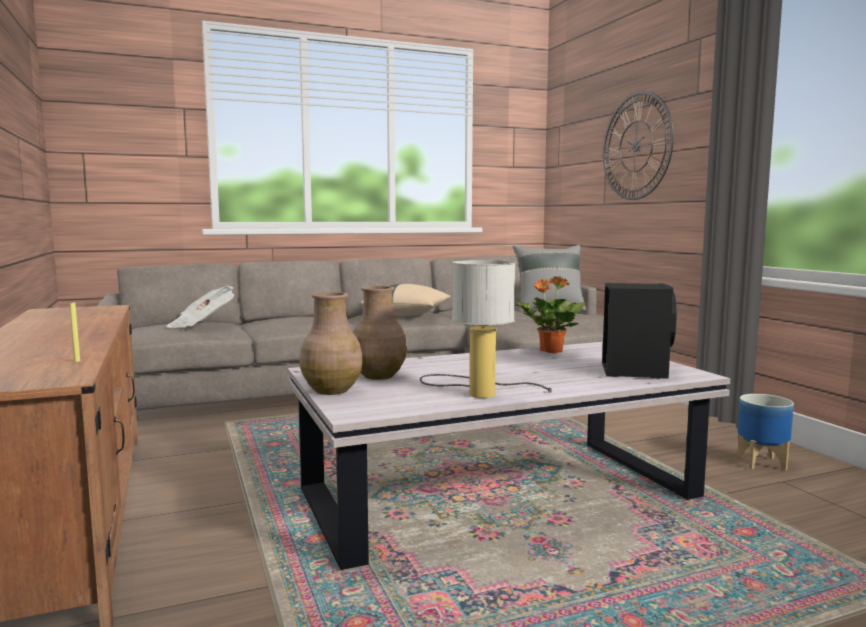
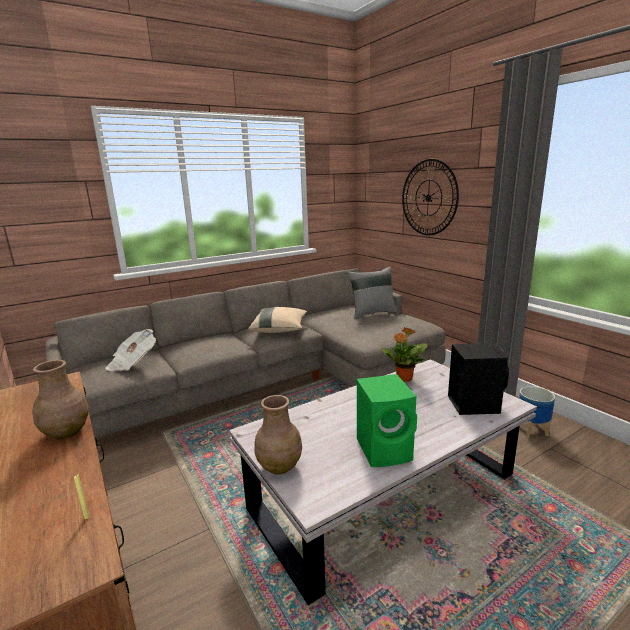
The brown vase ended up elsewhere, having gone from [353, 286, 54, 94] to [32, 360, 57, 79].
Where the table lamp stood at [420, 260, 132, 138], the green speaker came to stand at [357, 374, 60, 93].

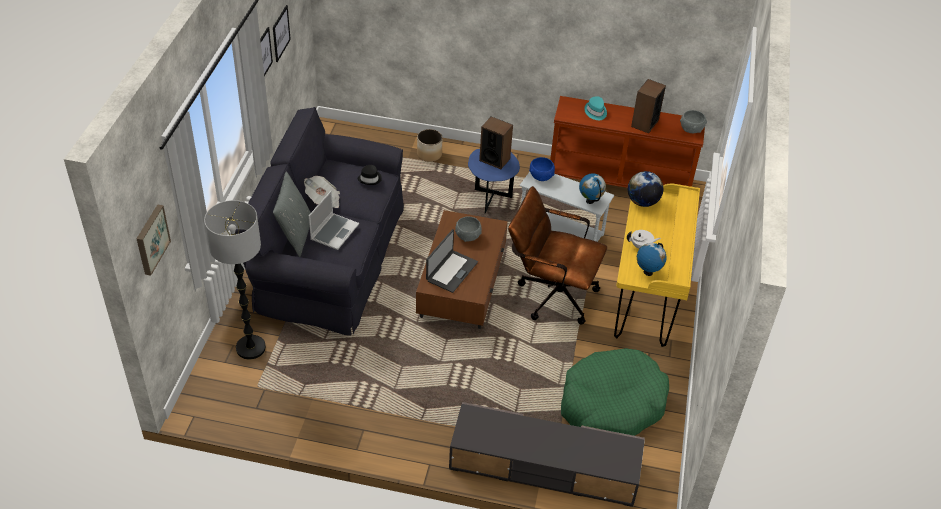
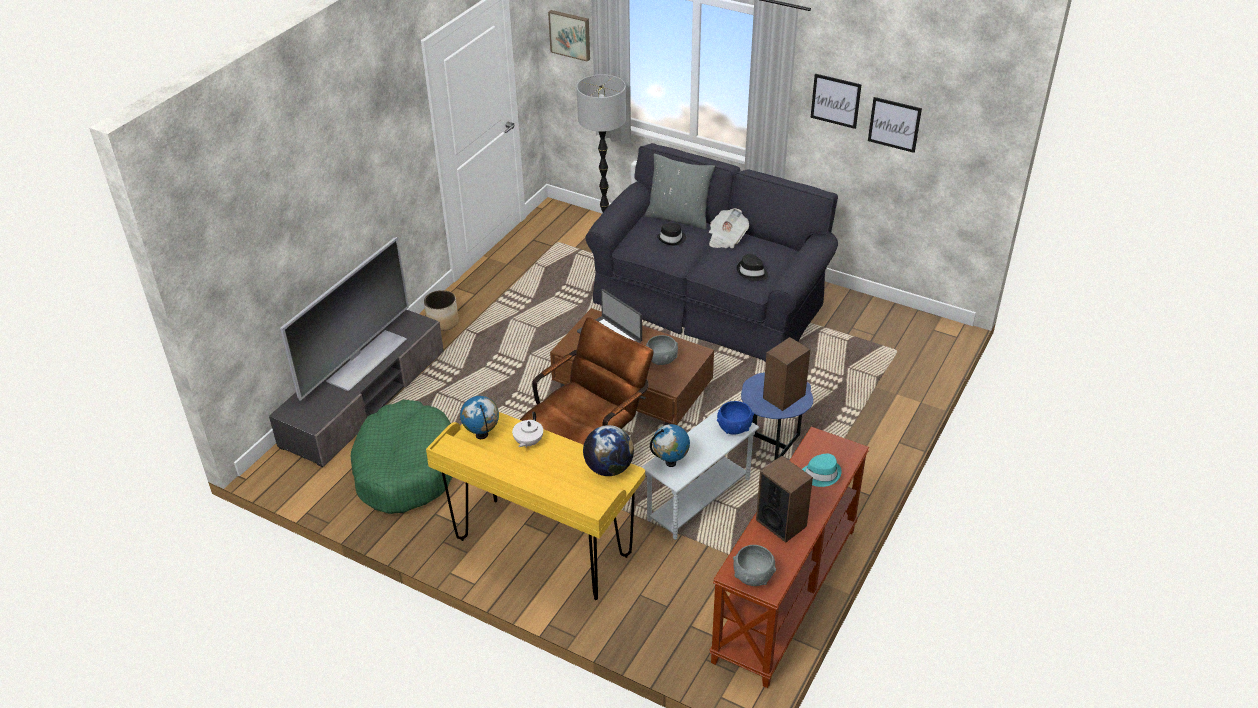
Where the laptop stood at [309, 190, 50, 60], the black hat came to stand at [657, 223, 29, 22].
The planter ended up elsewhere, having gone from [417, 129, 25, 33] to [424, 290, 35, 41].
The second view gained the television at [280, 237, 129, 164].

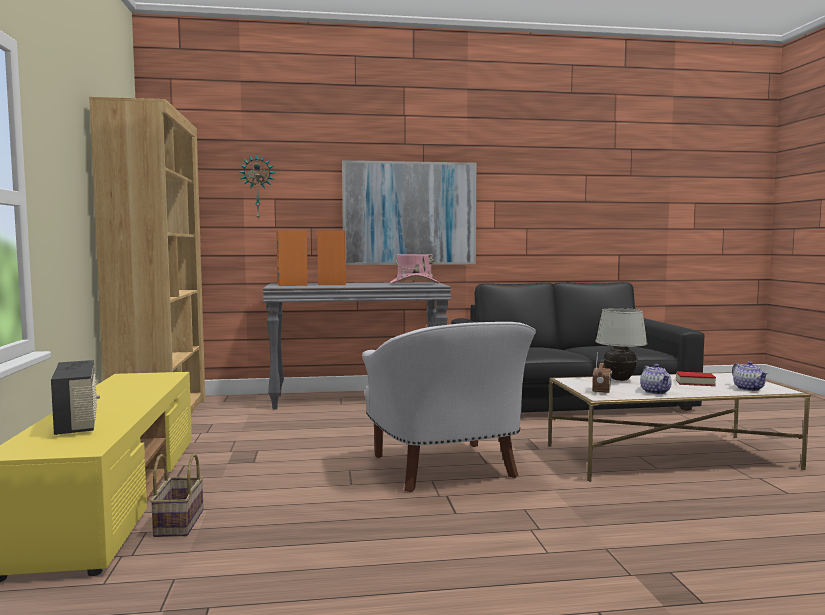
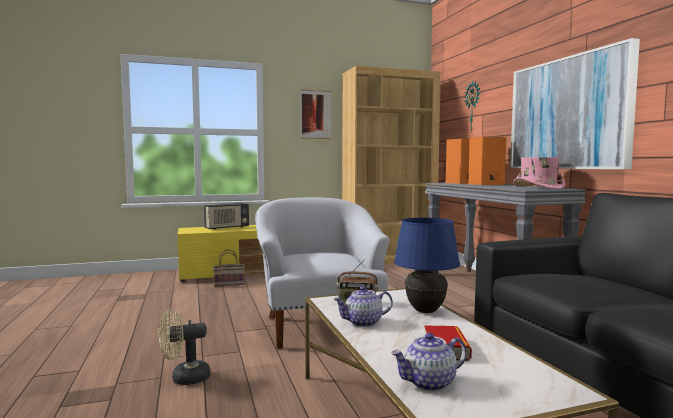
The white armchair at [362, 322, 174, 170] ended up facing another way, 105 degrees clockwise from before.
What was the white table lamp at [595, 308, 53, 73] turned into the blue table lamp at [394, 218, 66, 95].
The second view gained the beige fan at [158, 310, 52, 75].
The second view gained the picture at [300, 90, 31, 49].

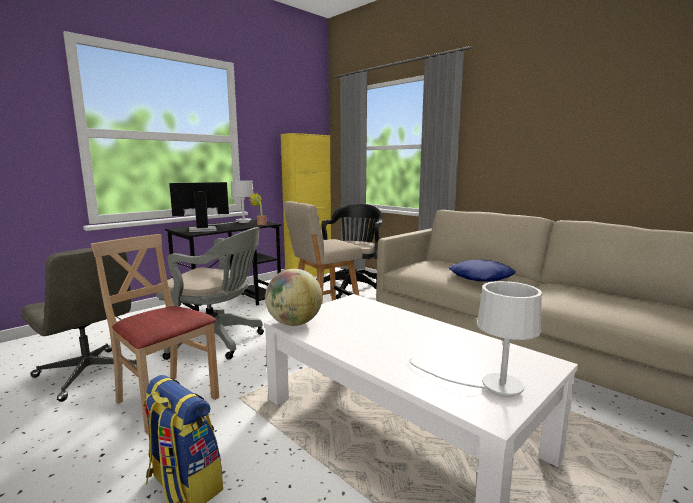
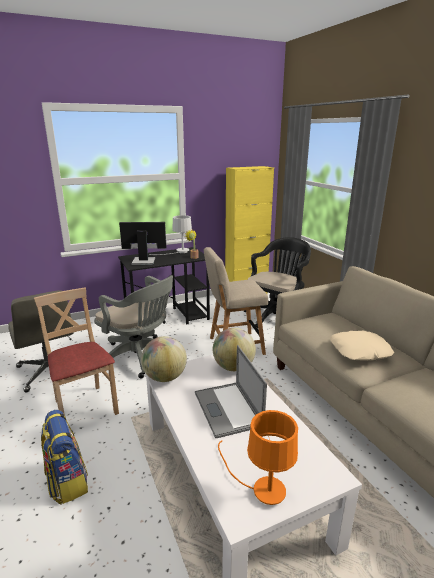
What was the white table lamp at [409, 281, 133, 116] turned into the orange table lamp at [218, 410, 80, 95].
What was the blue pillow at [449, 260, 67, 22] turned into the beige pillow at [331, 331, 63, 30].
The second view gained the laptop at [195, 345, 72, 93].
The second view gained the globe at [213, 328, 43, 43].

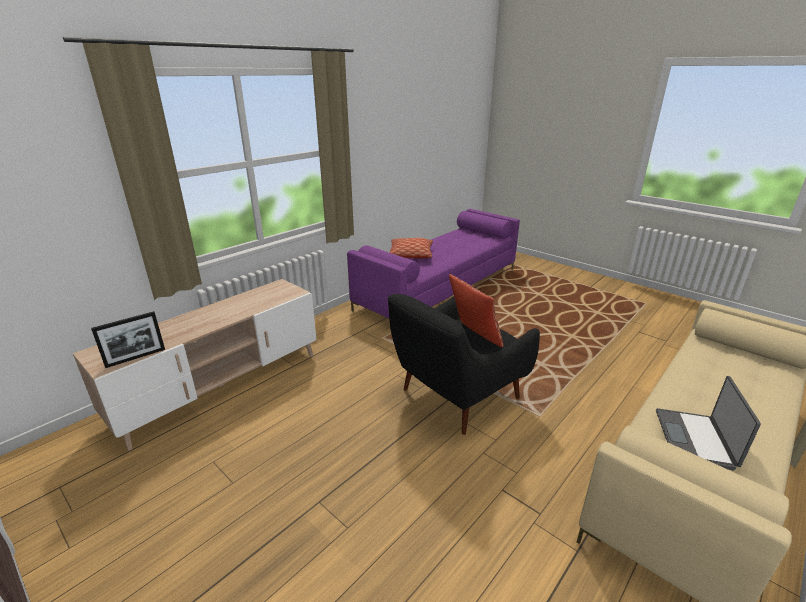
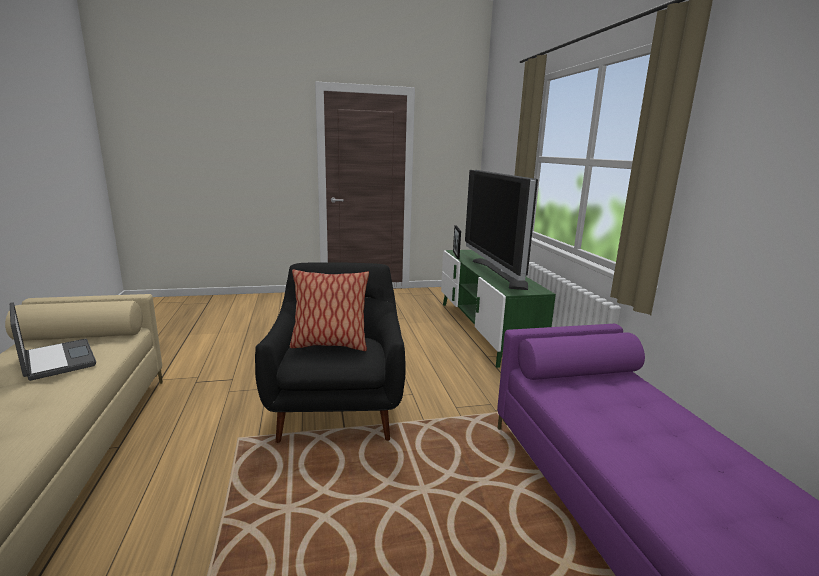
What was the beige tv stand at [73, 279, 243, 172] turned into the green tv stand at [441, 250, 115, 118].
The second view lost the pillow at [389, 238, 44, 20].
The second view gained the television at [465, 170, 73, 120].

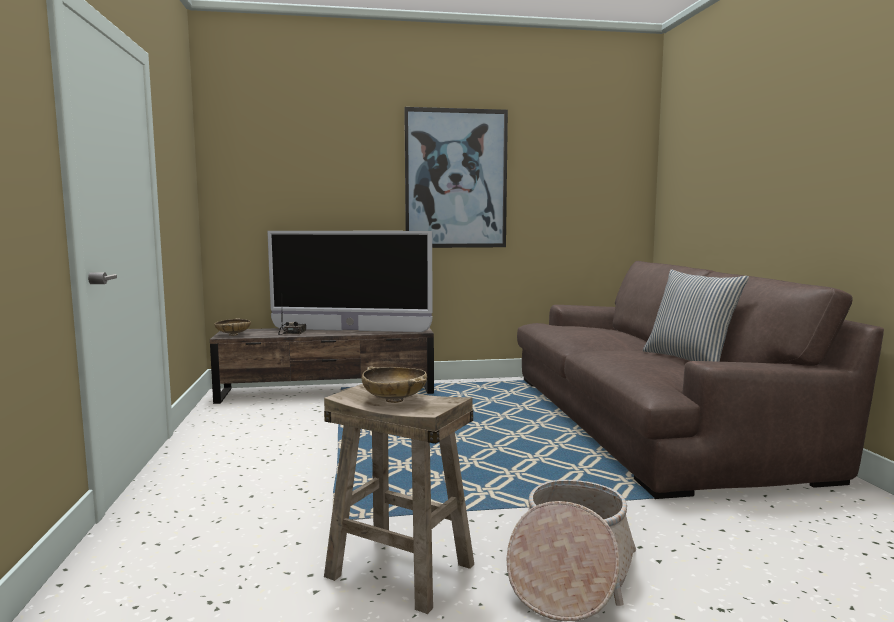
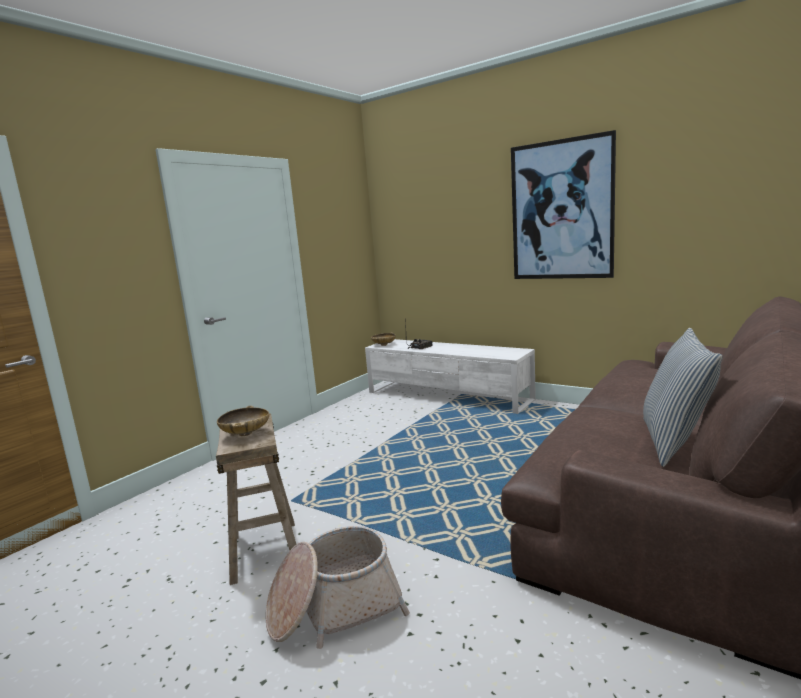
What was the brown tv stand at [210, 327, 224, 77] turned into the white tv stand at [365, 339, 171, 75].
The second view lost the television at [267, 231, 166, 101].

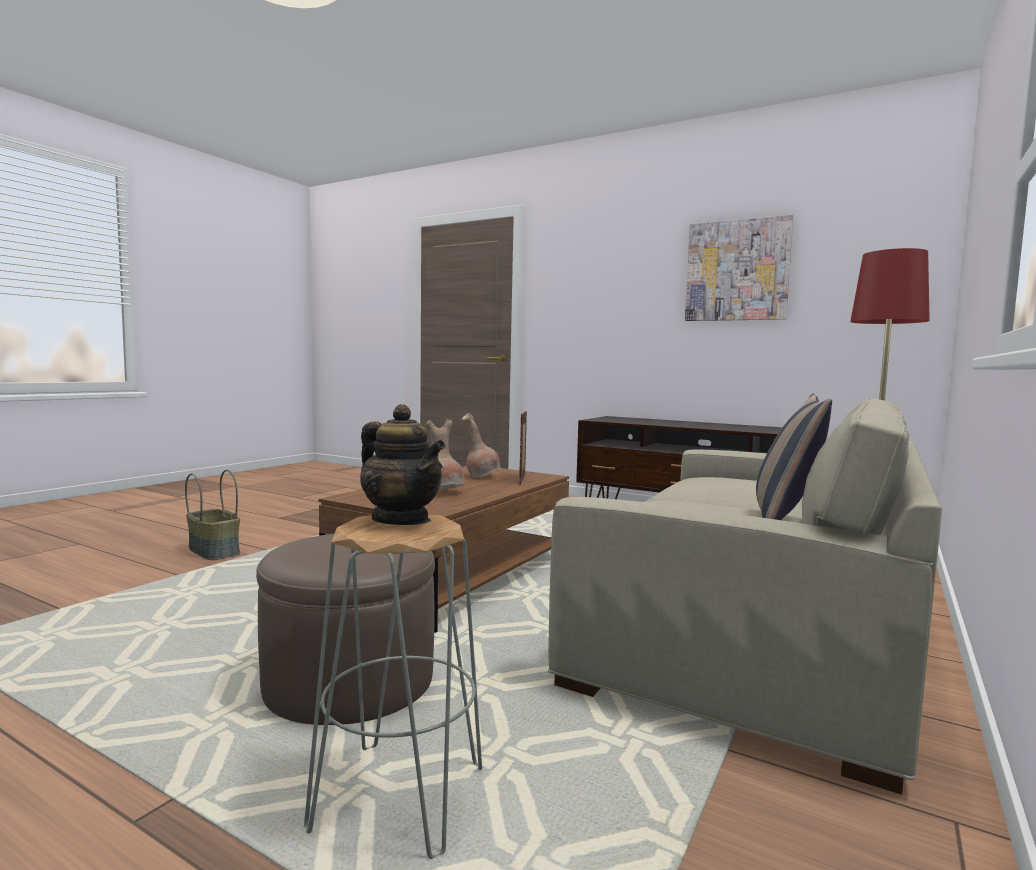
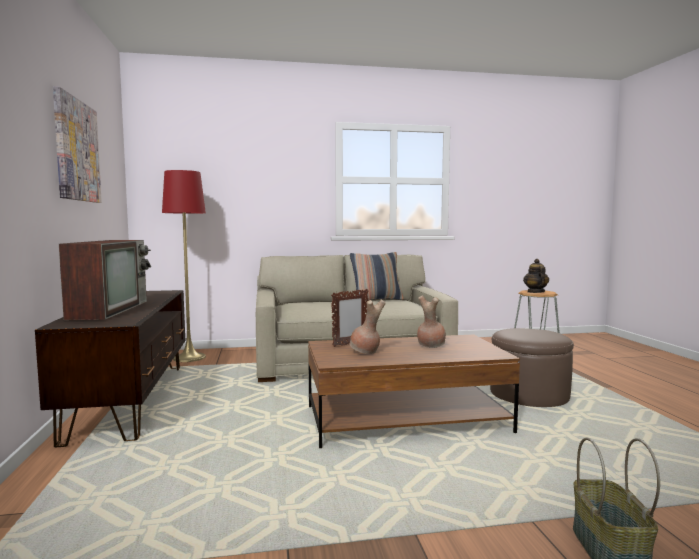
The second view gained the television at [59, 240, 92, 80].

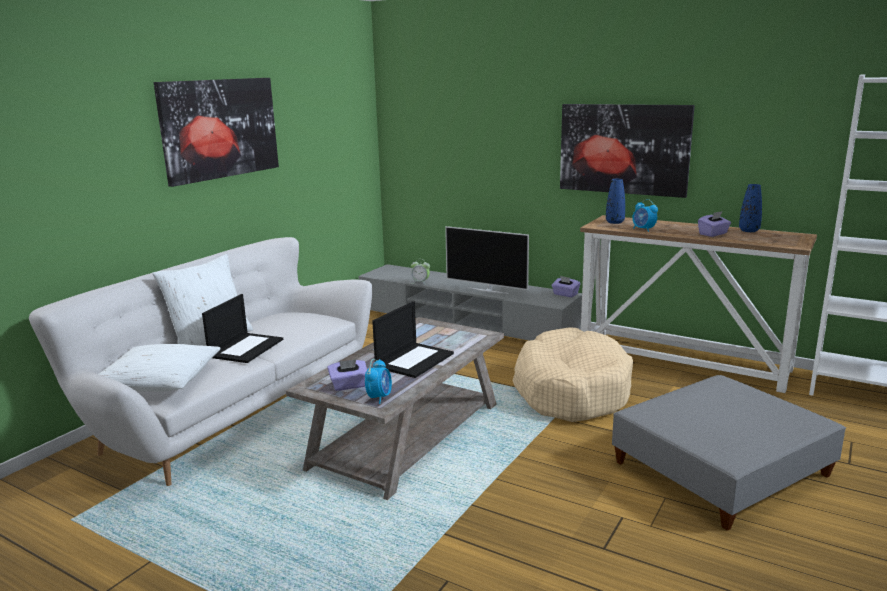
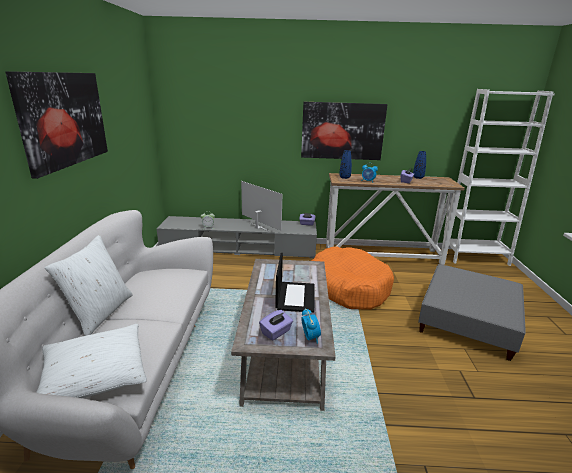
The second view lost the laptop at [202, 294, 81, 69].
The television at [445, 226, 84, 68] ended up facing another way, 135 degrees counterclockwise from before.
What was the beige dog bed at [513, 327, 120, 95] turned into the orange dog bed at [311, 247, 83, 63].

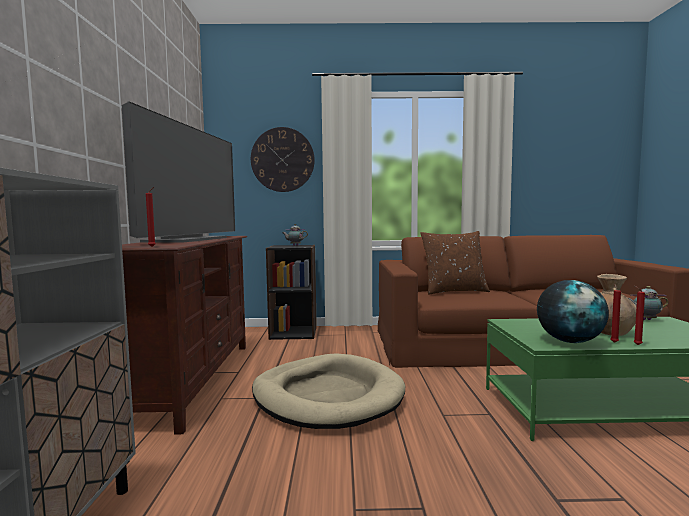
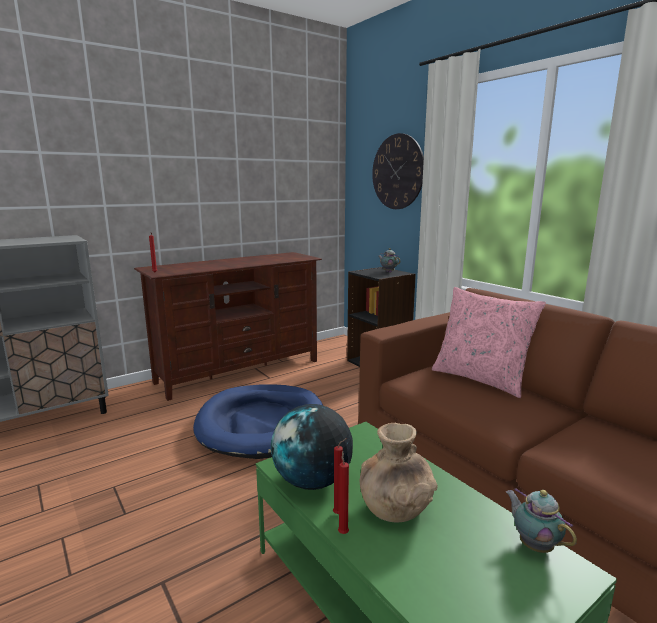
The second view lost the television at [122, 102, 113, 141].
What was the beige dog bed at [252, 353, 153, 76] turned into the blue dog bed at [193, 384, 130, 75].
What was the brown pillow at [420, 231, 70, 64] turned into the pink pillow at [432, 287, 114, 111].

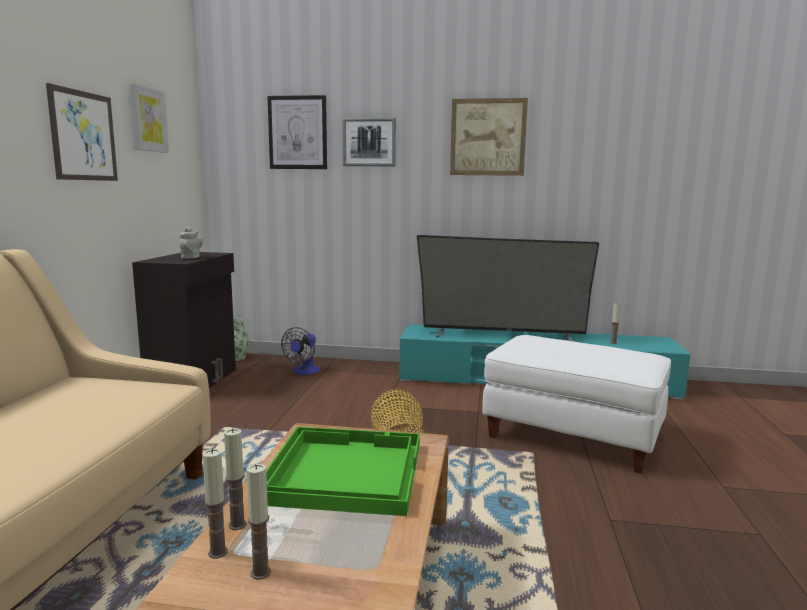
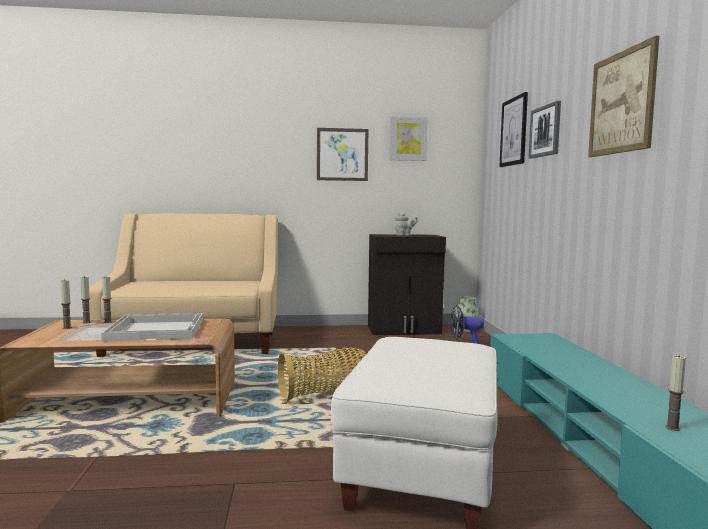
What was the green tray at [266, 427, 154, 89] turned into the white tray at [101, 313, 102, 29].
The second view lost the television at [417, 235, 182, 106].

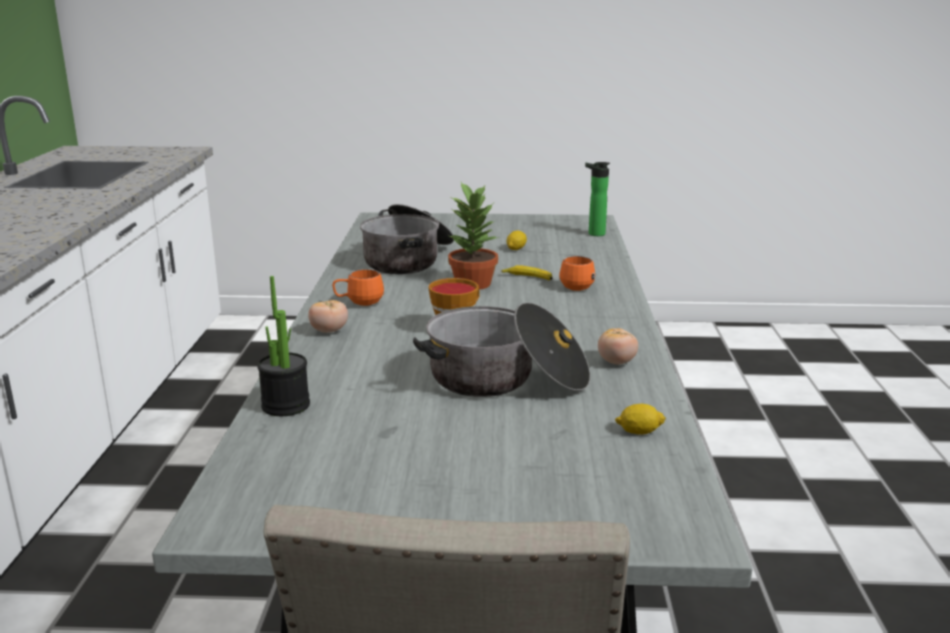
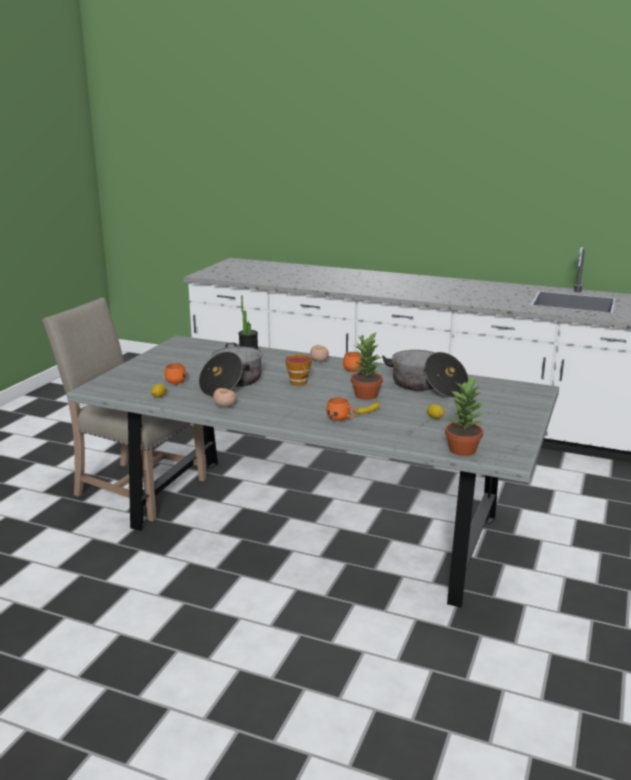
Where the bottle stood at [585, 162, 25, 74], the potted plant came to stand at [445, 377, 39, 79].
The second view gained the orange mug at [165, 363, 21, 21].

